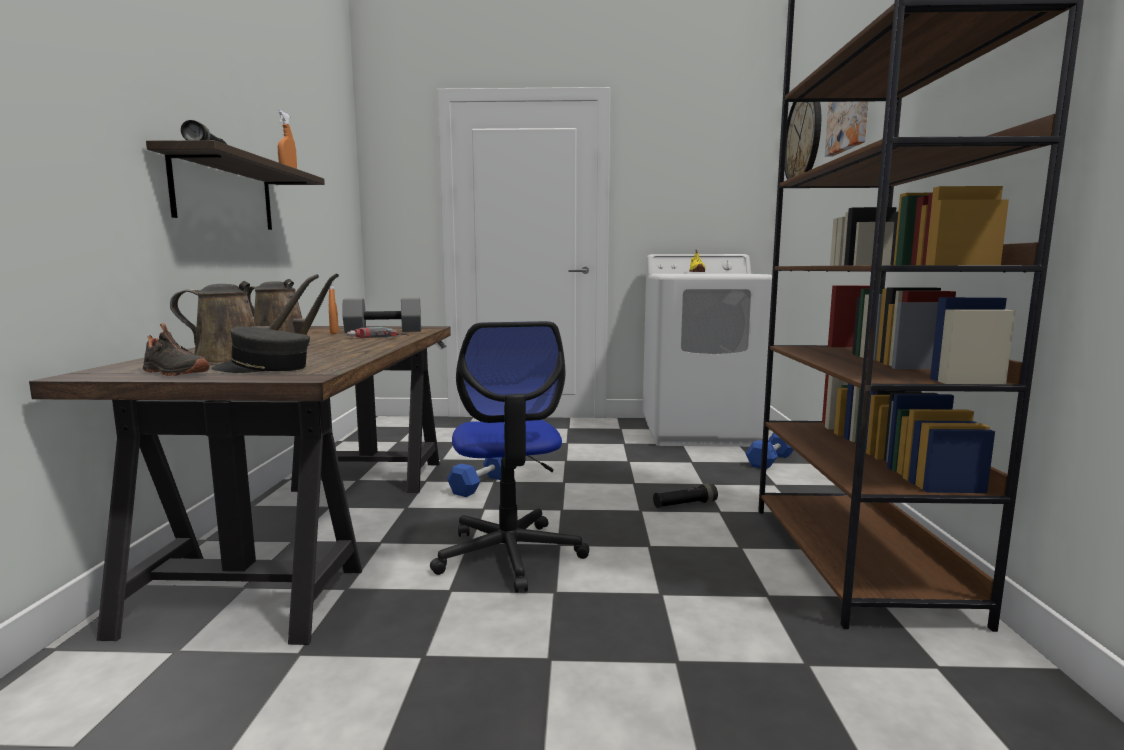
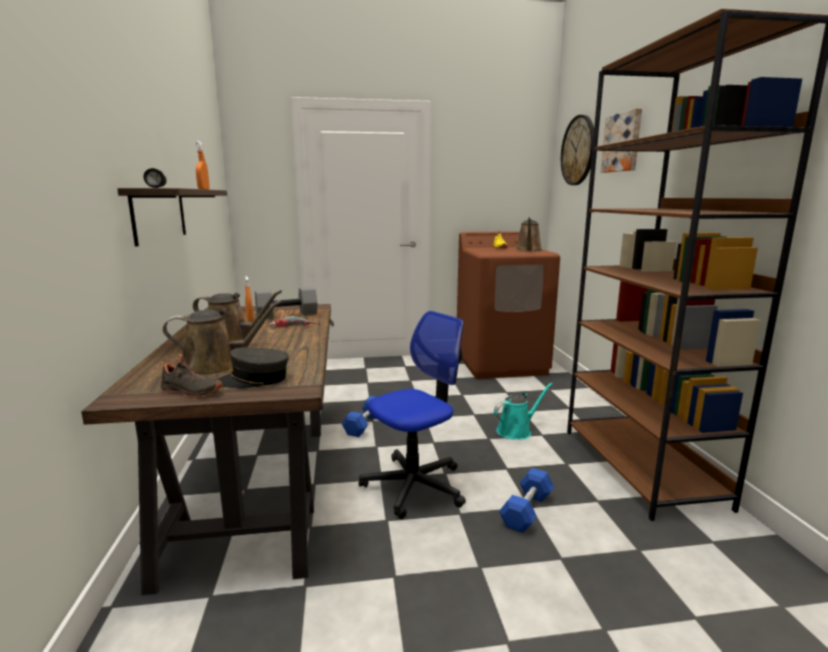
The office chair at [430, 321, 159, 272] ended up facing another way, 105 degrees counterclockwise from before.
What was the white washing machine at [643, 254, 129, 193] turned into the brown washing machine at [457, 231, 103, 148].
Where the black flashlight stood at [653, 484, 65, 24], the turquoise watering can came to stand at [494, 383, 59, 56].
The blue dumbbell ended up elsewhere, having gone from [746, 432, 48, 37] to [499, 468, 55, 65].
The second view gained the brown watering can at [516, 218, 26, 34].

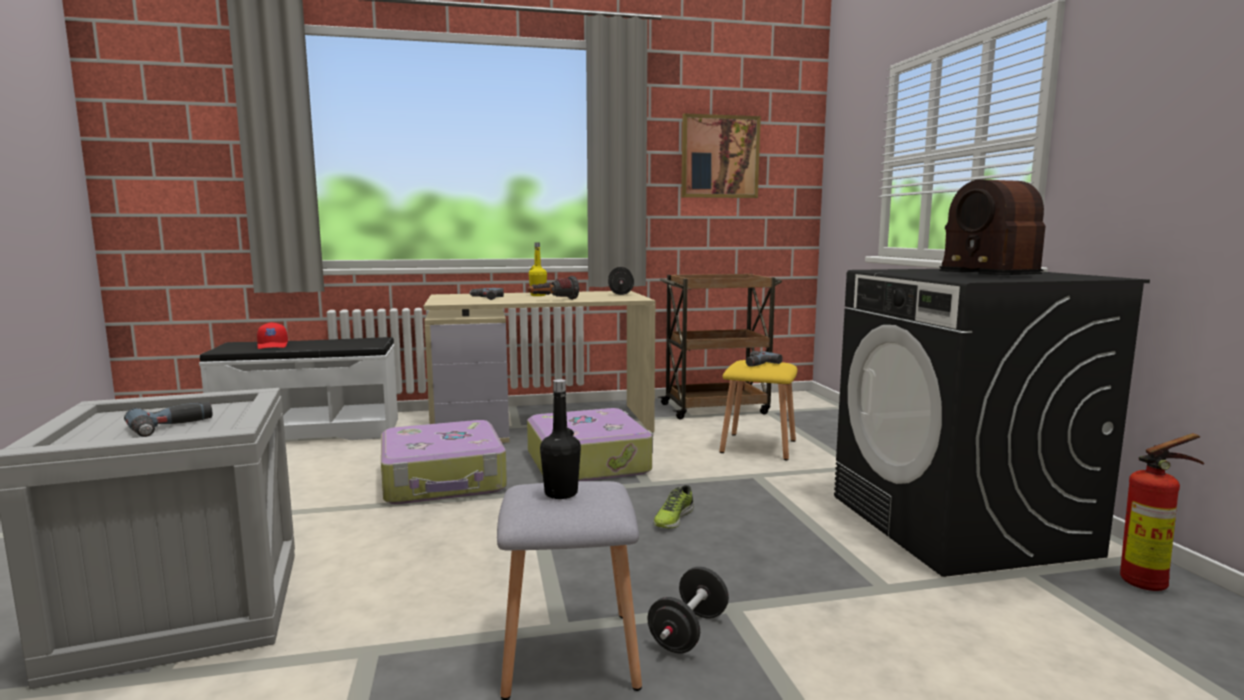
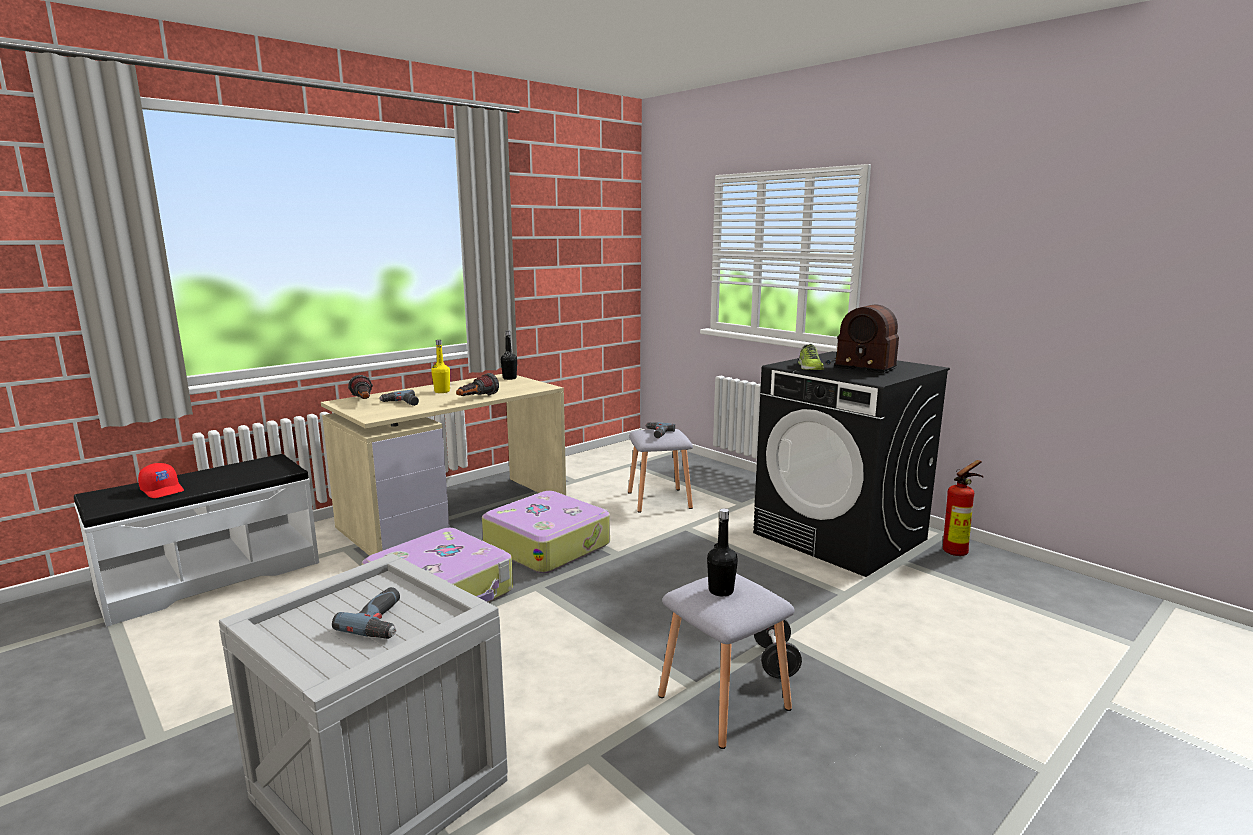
Where the black dumbbell stood at [608, 267, 26, 28], the black bottle came to stand at [501, 331, 16, 49].
The shoe ended up elsewhere, having gone from [653, 485, 41, 43] to [798, 344, 26, 26].
The second view lost the brown cart at [658, 274, 124, 145].
The second view lost the picture at [681, 113, 80, 85].
What was the yellow stool at [719, 360, 79, 100] turned into the grey stool at [628, 429, 65, 84].
The second view gained the flashlight at [348, 375, 25, 24].

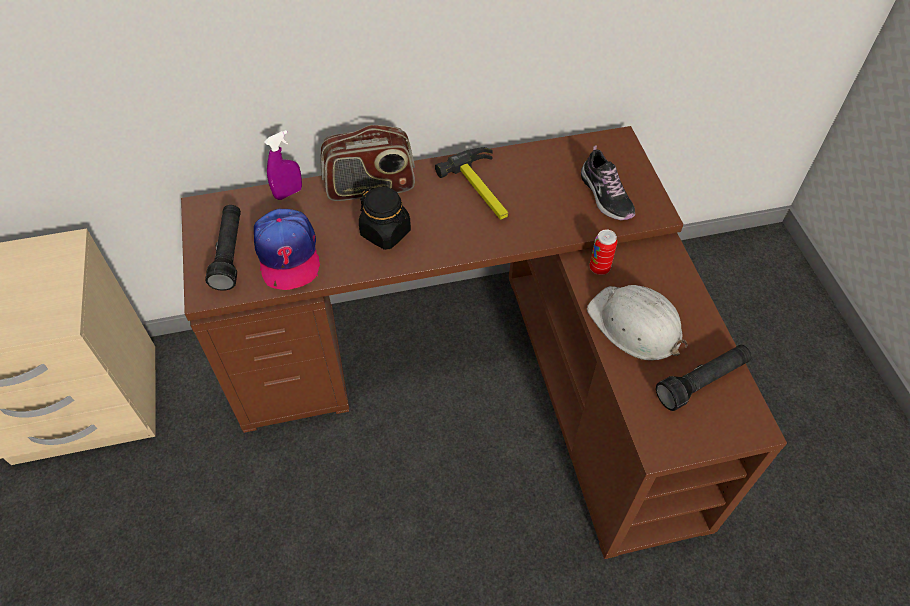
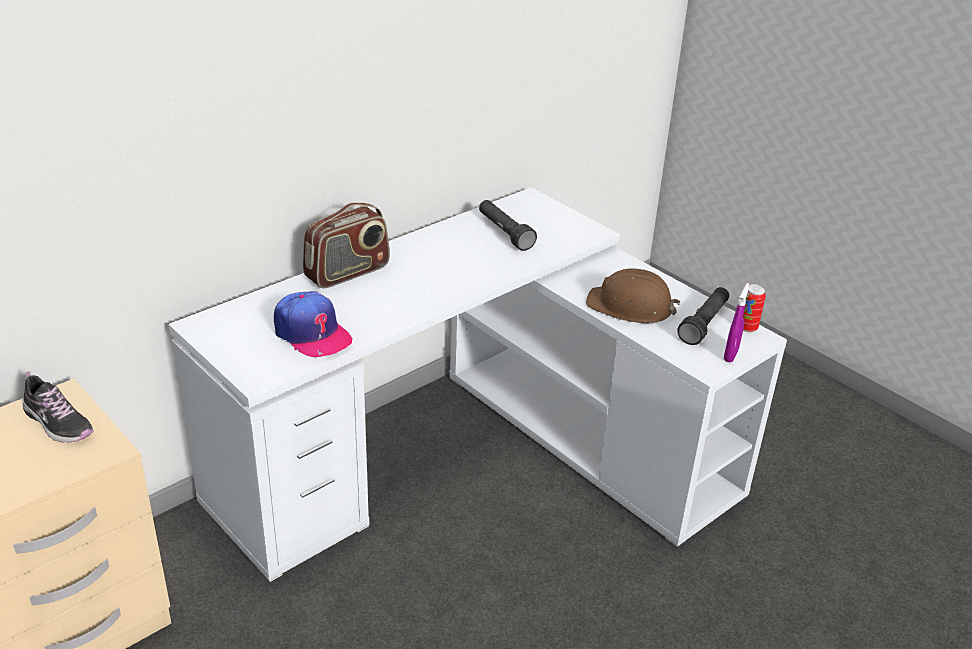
What was the brown desk at [181, 126, 606, 433] turned into the white desk at [168, 187, 619, 397].
The black flashlight ended up elsewhere, having gone from [205, 205, 36, 86] to [479, 200, 58, 51].
The purple spray bottle ended up elsewhere, having gone from [264, 130, 38, 70] to [724, 283, 26, 80].
The second view lost the black jar at [359, 187, 52, 63].
The second view lost the hammer at [435, 147, 74, 73].
The shoe ended up elsewhere, having gone from [581, 145, 54, 75] to [23, 371, 71, 72].
What was the white hard hat at [587, 285, 101, 75] turned into the brown hard hat at [586, 268, 94, 55].
The can ended up elsewhere, having gone from [589, 229, 28, 46] to [743, 284, 23, 48].

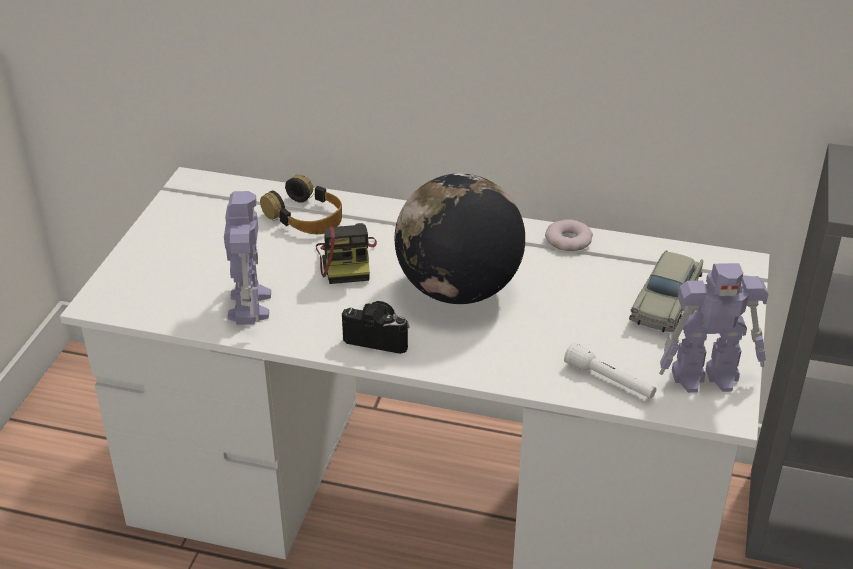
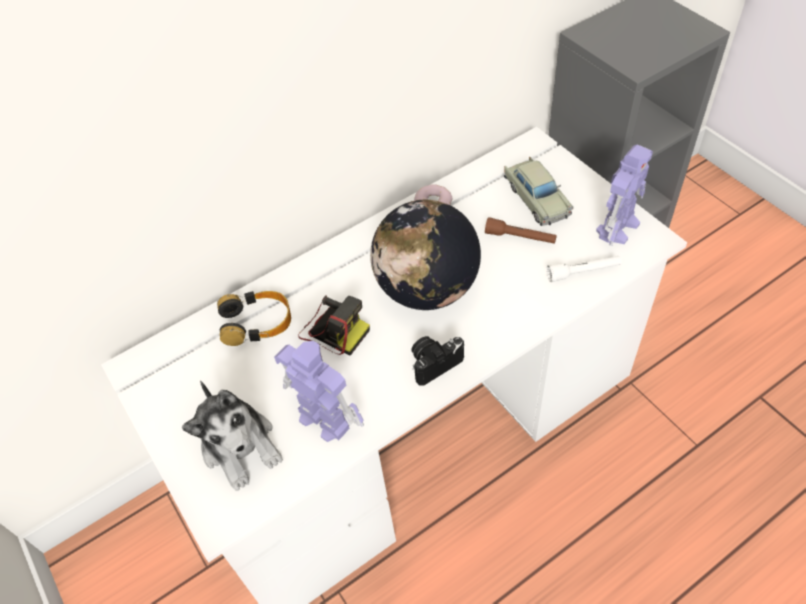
The second view gained the plush toy at [182, 380, 101, 111].
The second view gained the brown flashlight at [485, 217, 72, 27].

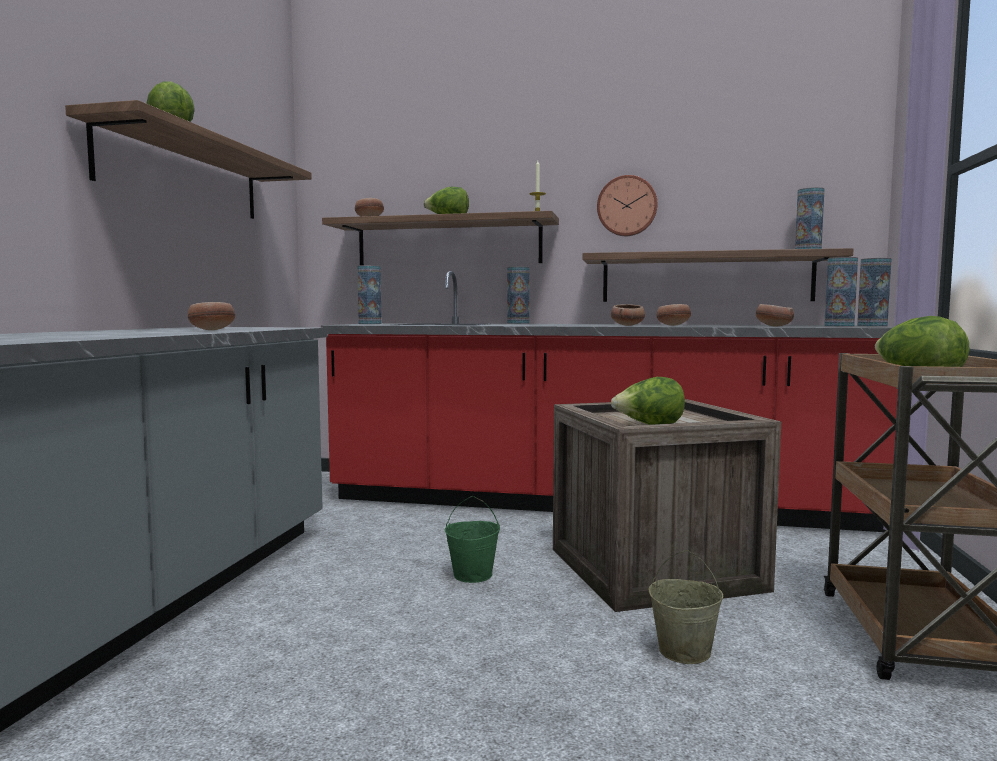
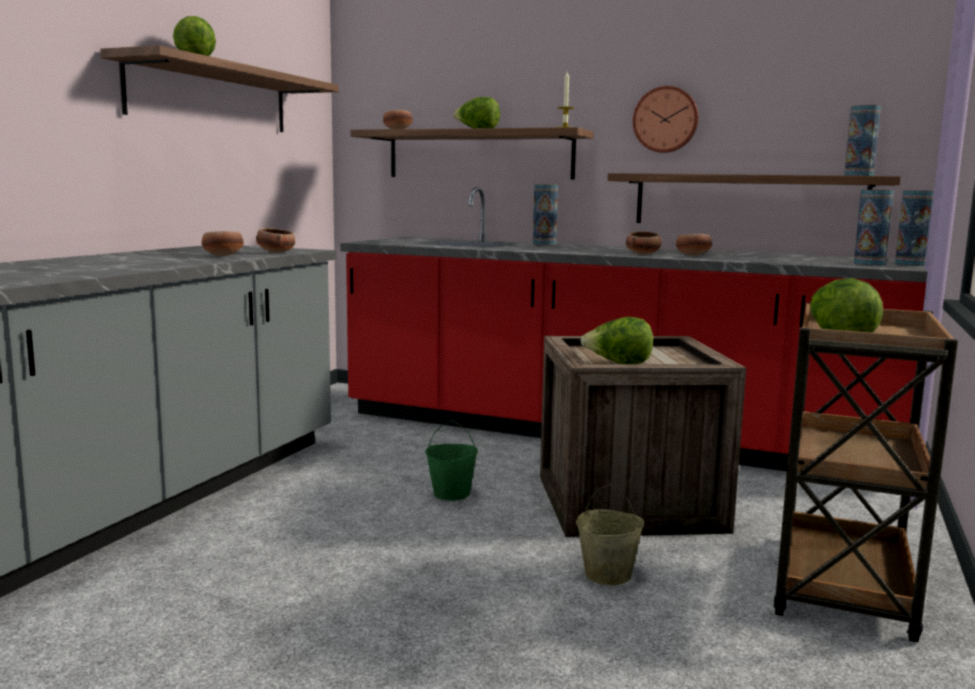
The second view lost the vase at [357, 265, 25, 59].
The bowl ended up elsewhere, having gone from [756, 304, 38, 22] to [256, 228, 39, 25].

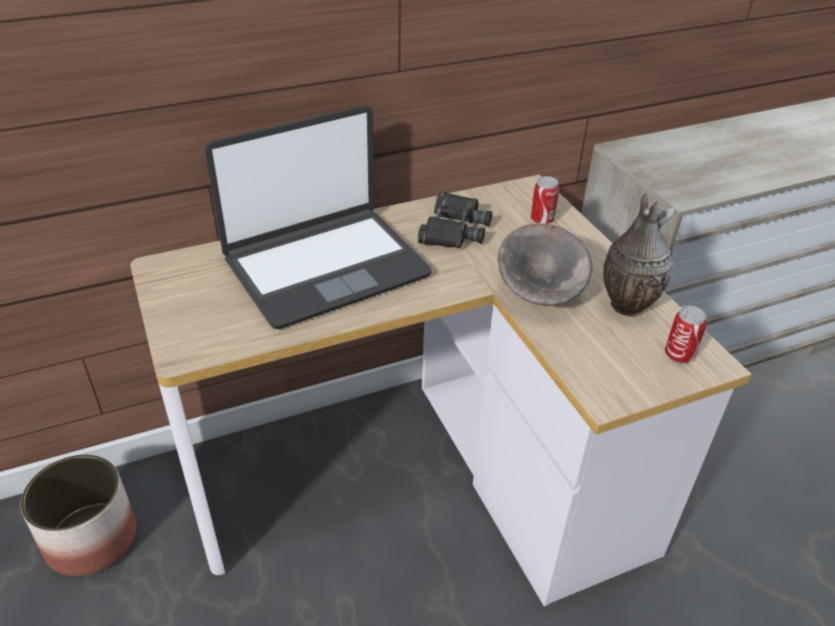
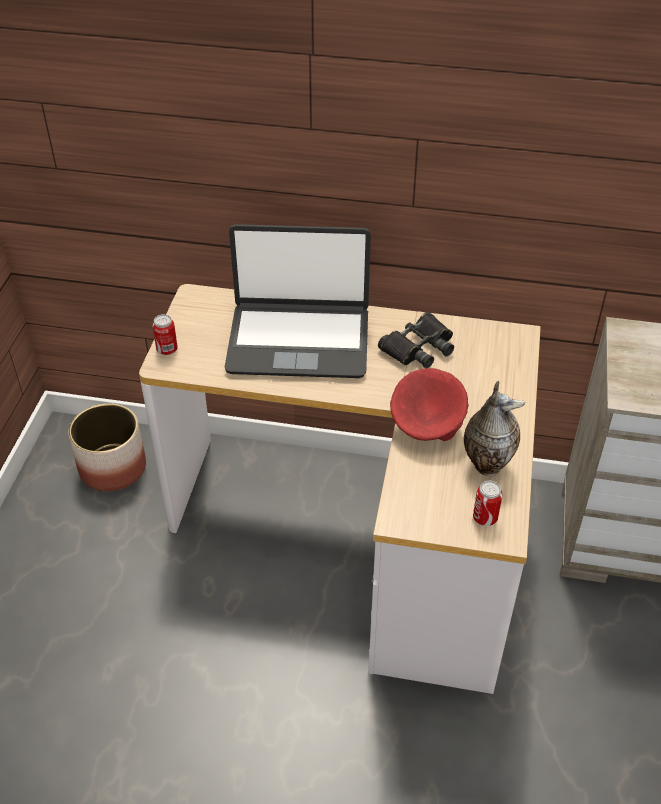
What was the grey bowl at [498, 224, 94, 82] turned into the red bowl at [390, 368, 78, 73].
The can ended up elsewhere, having gone from [531, 176, 28, 48] to [152, 314, 26, 41].

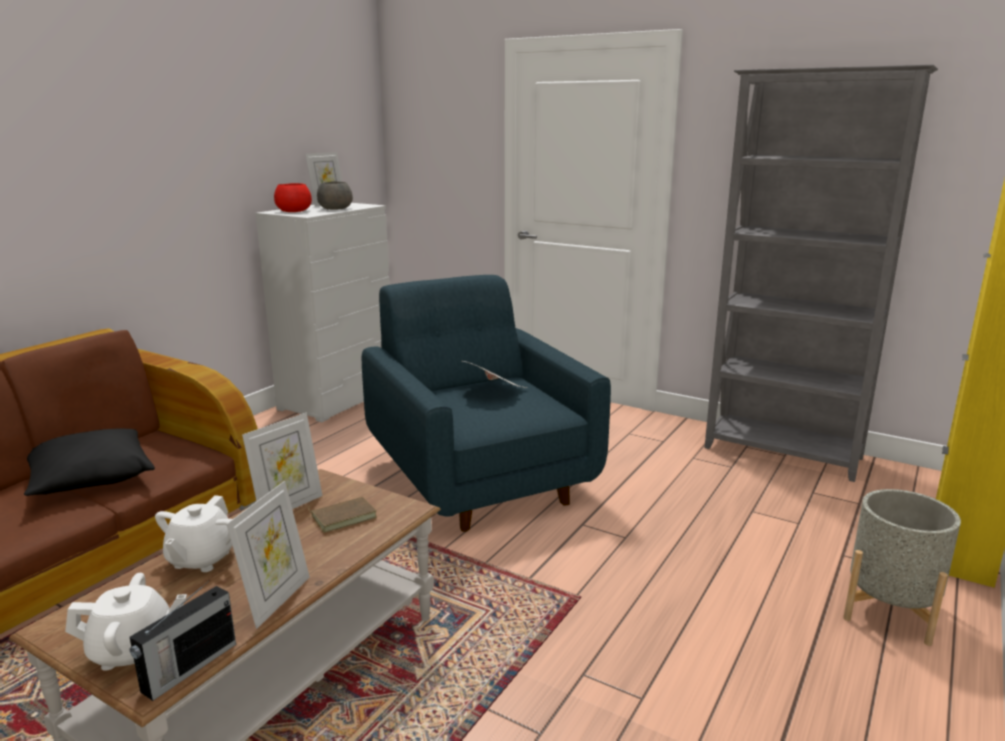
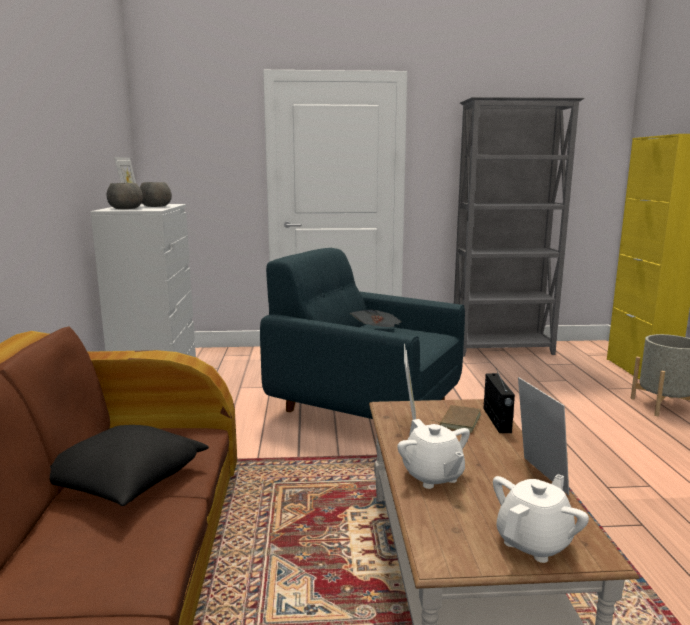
The radio ended up elsewhere, having gone from [129, 580, 107, 121] to [483, 369, 32, 64].
What was the red bowl at [274, 183, 38, 29] turned into the grey bowl at [107, 183, 36, 26].

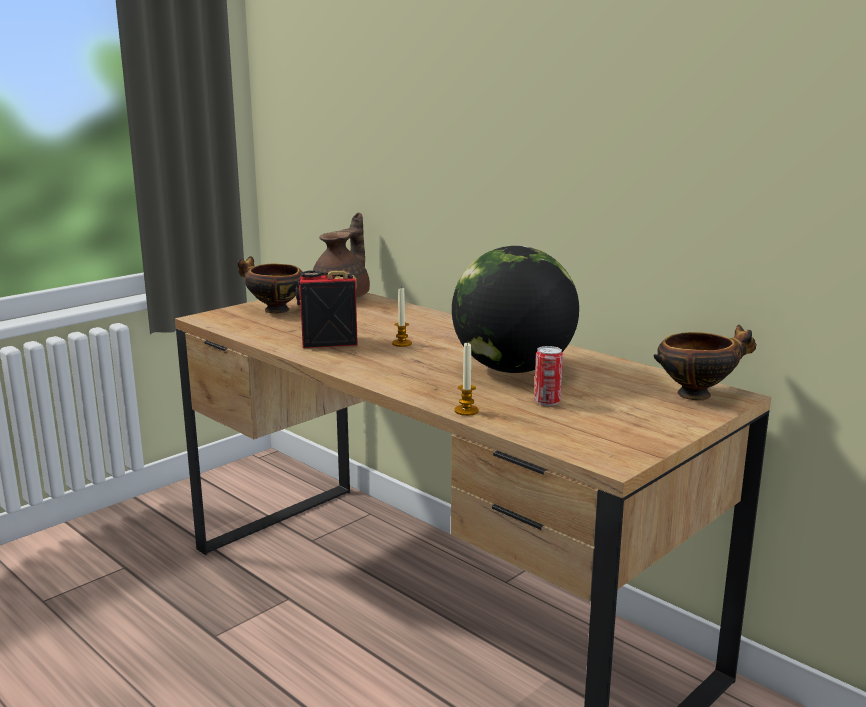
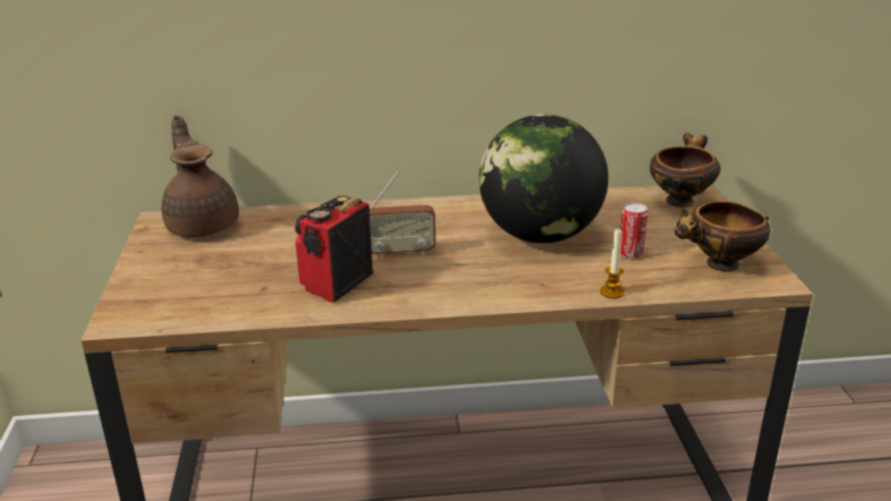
The bowl ended up elsewhere, having gone from [237, 256, 65, 57] to [675, 201, 95, 70].
Where the candle stood at [392, 287, 20, 60], the radio came to stand at [369, 171, 67, 87].

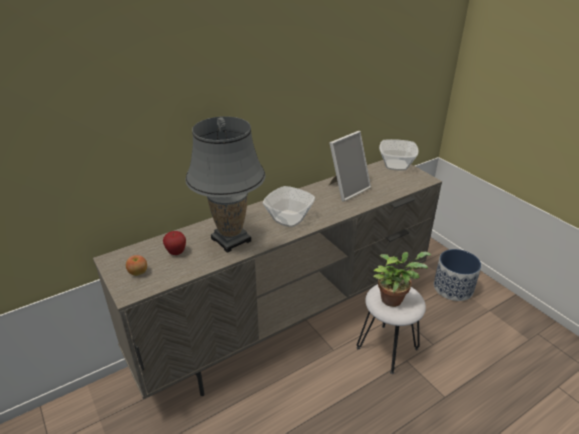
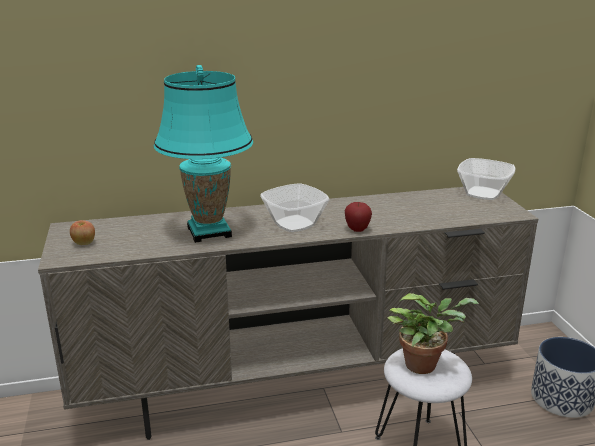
The apple ended up elsewhere, having gone from [163, 231, 23, 24] to [345, 202, 27, 30].
What was the grey table lamp at [185, 116, 81, 137] turned into the turquoise table lamp at [154, 65, 99, 178].
The second view lost the picture frame at [328, 131, 43, 71].

